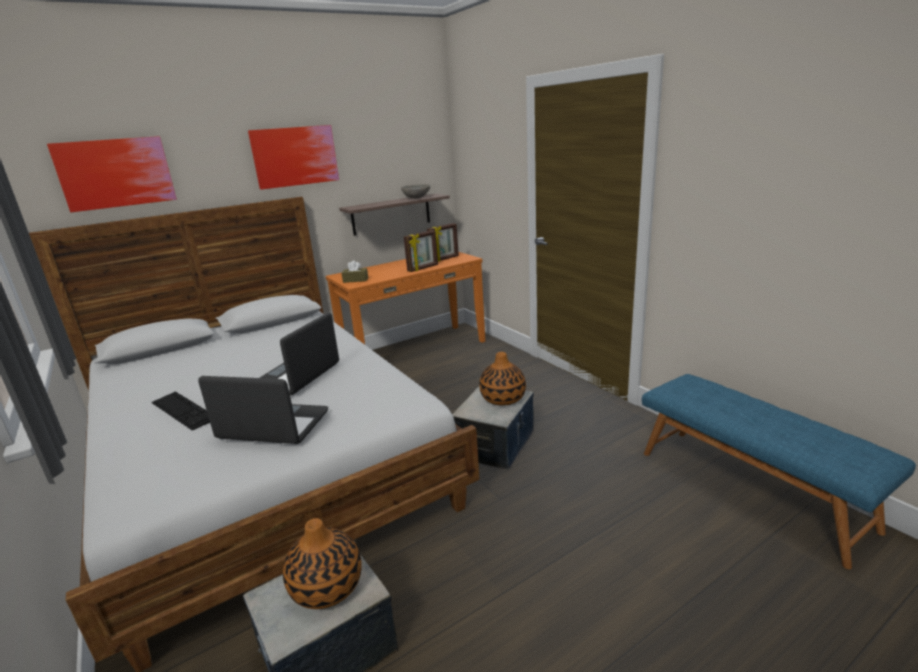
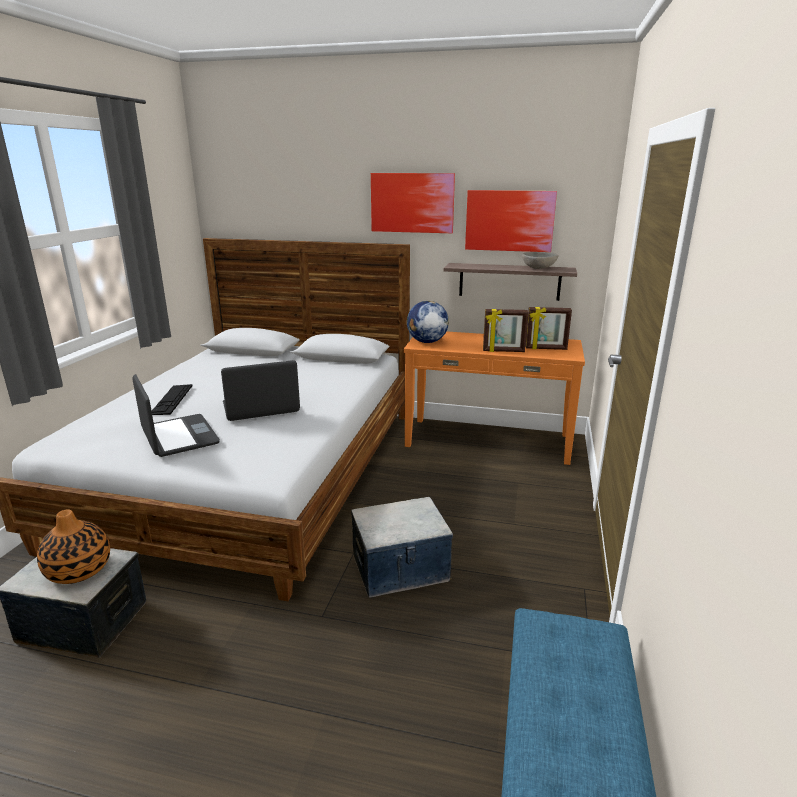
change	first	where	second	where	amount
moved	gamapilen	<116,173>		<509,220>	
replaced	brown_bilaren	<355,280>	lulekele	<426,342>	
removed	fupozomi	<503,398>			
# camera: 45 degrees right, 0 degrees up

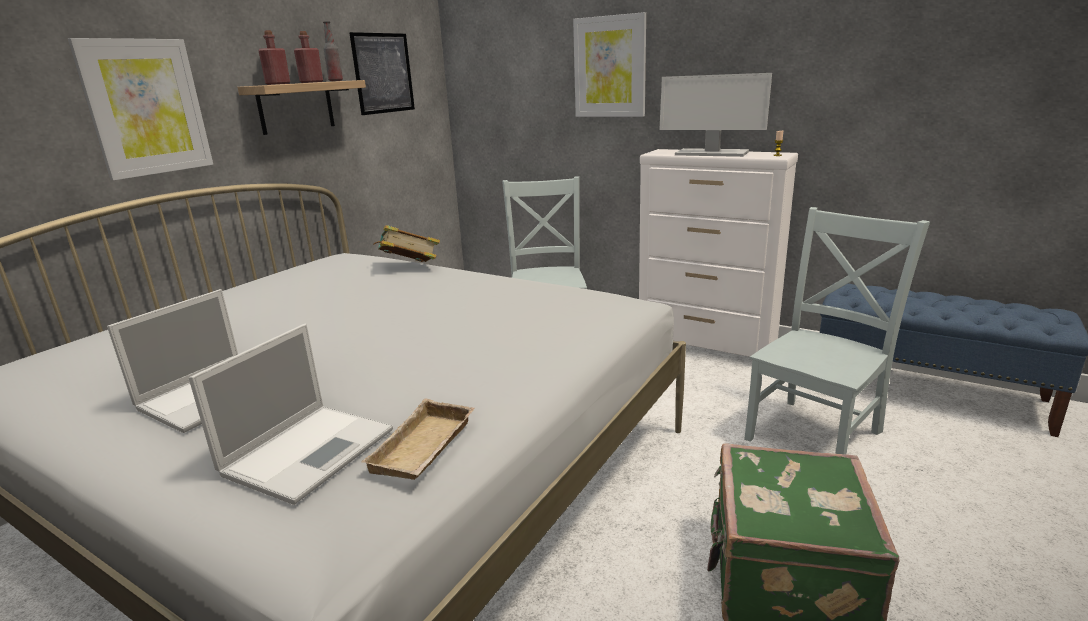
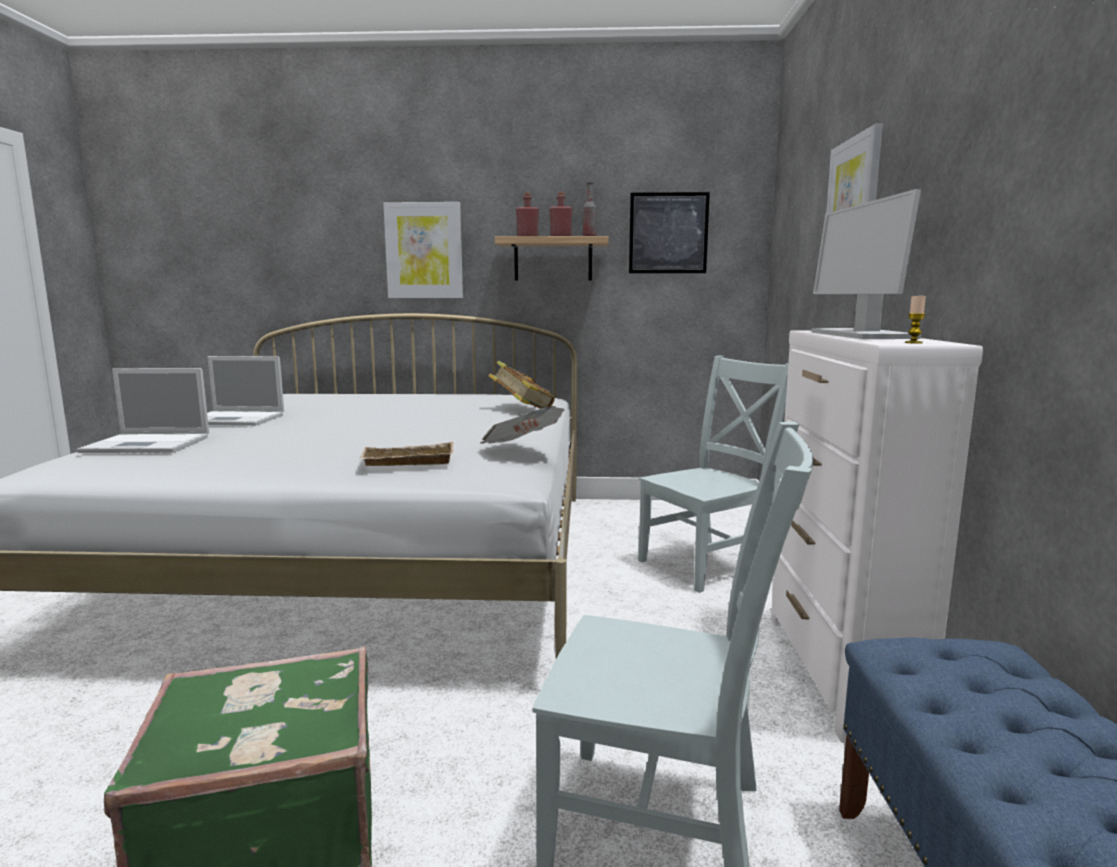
change	first	where	second	where	amount
moved	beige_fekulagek	<425,448>		<407,462>	
added			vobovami	<522,449>	
# camera: 60 degrees right, 10 degrees down

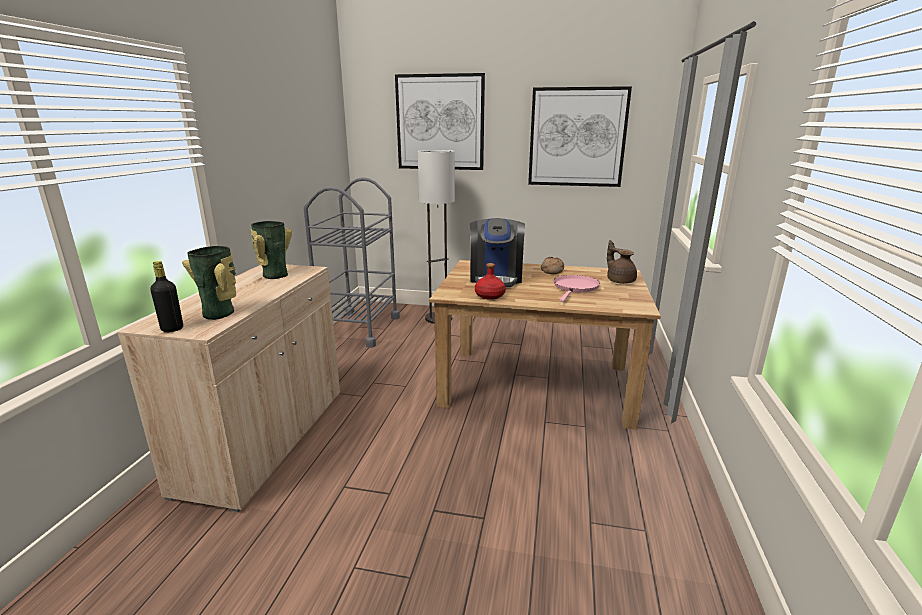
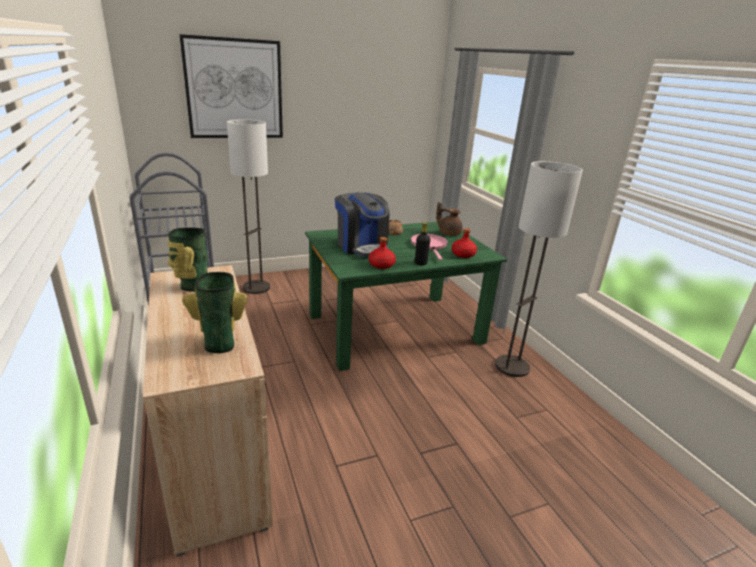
change	first	where	second	where	amount
moved	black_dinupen	<172,329>		<420,263>	
recoloured	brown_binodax	<538,384>	green_binodax	<395,328>	
removed	gamapilen	<577,137>			
added			red_dinupen	<463,254>	
added			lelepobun	<512,367>	
# camera: 35 degrees left, 5 degrees up

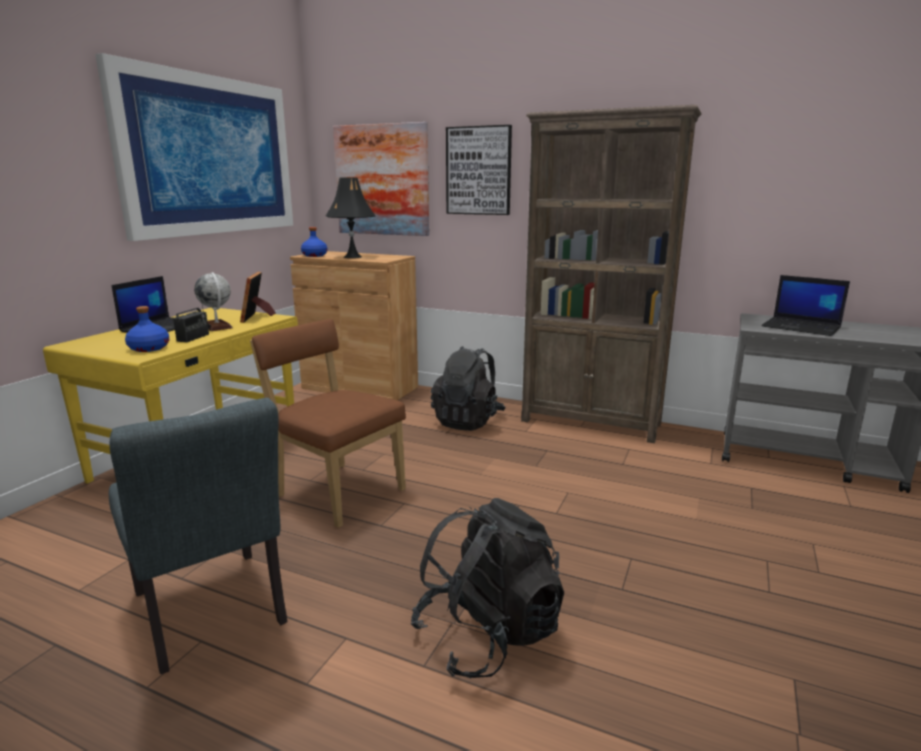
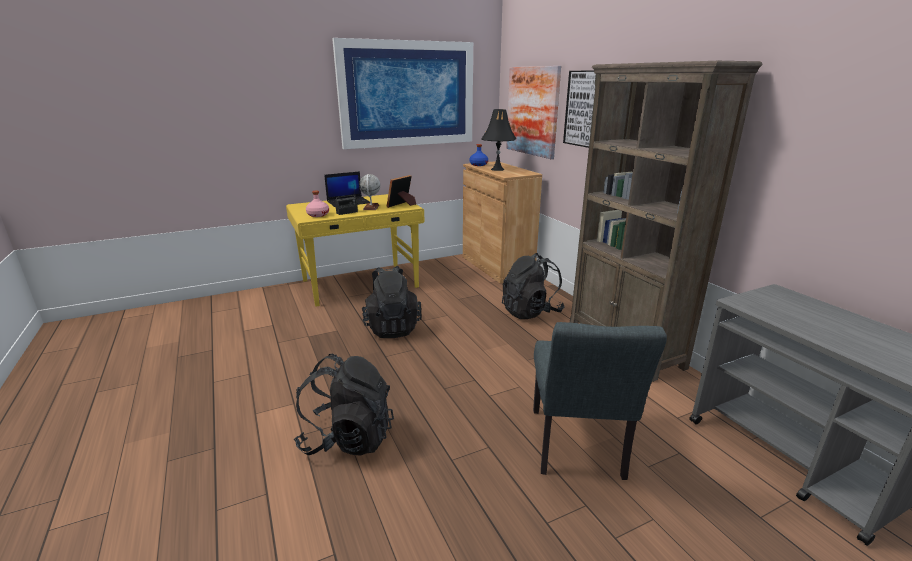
change	first	where	second	where	amount
moved	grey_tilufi	<213,615>		<577,449>	
recoloured	blue_dinupen	<148,348>	pink_dinupen	<318,215>	
replaced	brown_tilufi	<337,491>	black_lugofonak	<392,328>	
removed	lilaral	<802,327>			
# camera: 40 degrees right, 5 degrees up

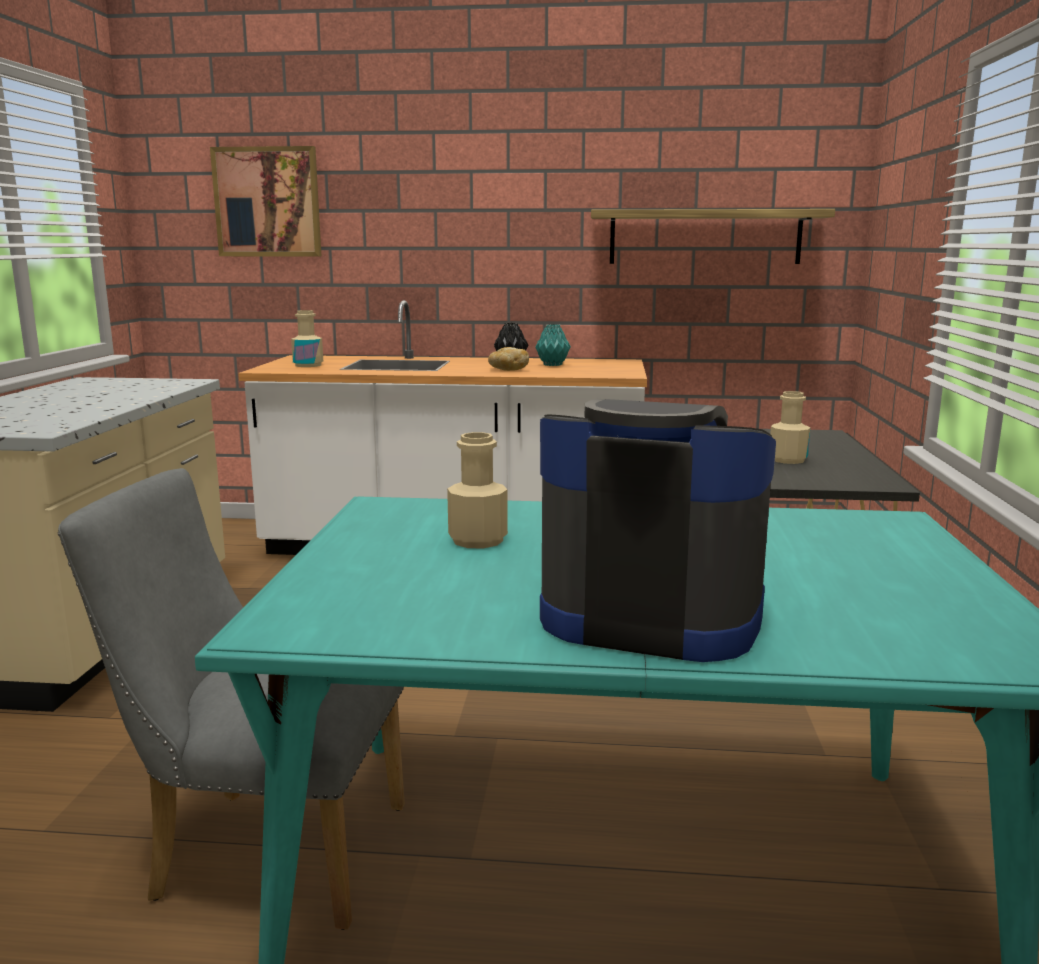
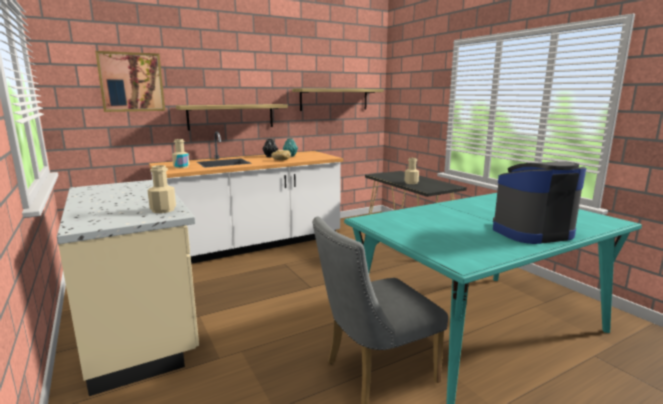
change	first	where	second	where	amount
moved	beige_dinupen	<477,540>		<163,210>	
added			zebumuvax	<231,116>	
# camera: 35 degrees left, 0 degrees up

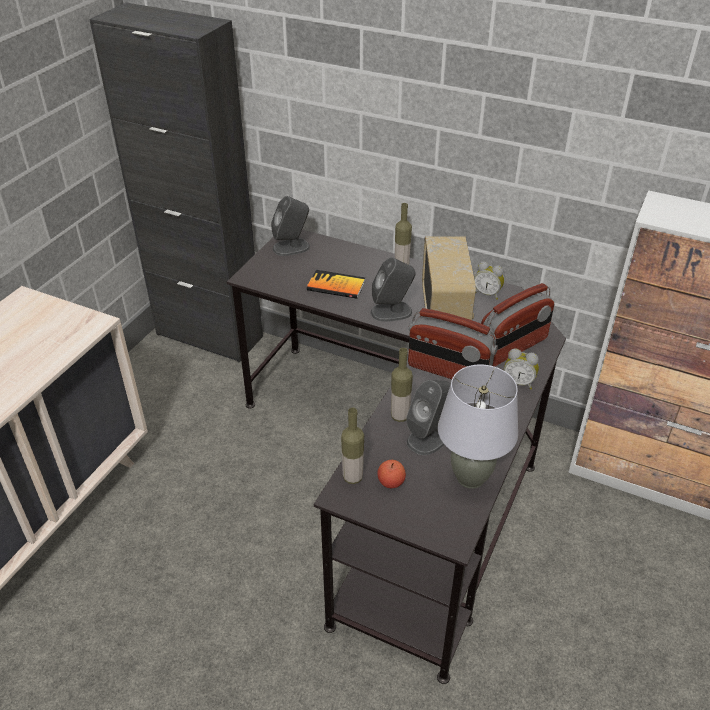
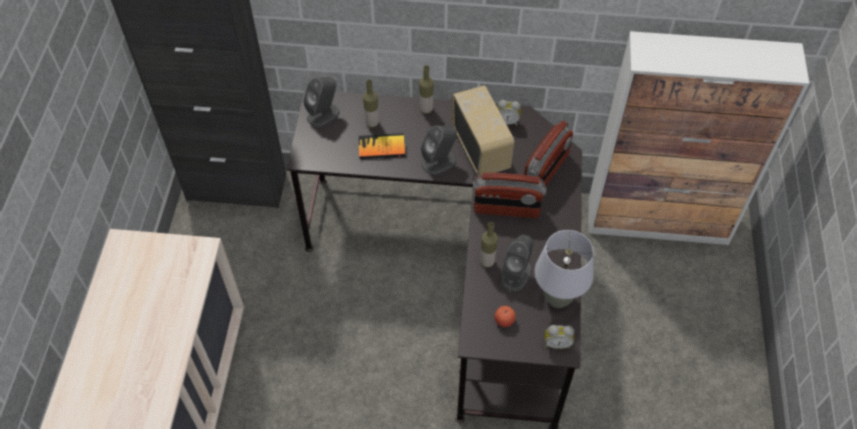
change	first	where	second	where	amount
moved	dinupen	<352,477>		<372,123>	
moved	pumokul	<518,382>		<557,343>	
# camera: 20 degrees left, 15 degrees up

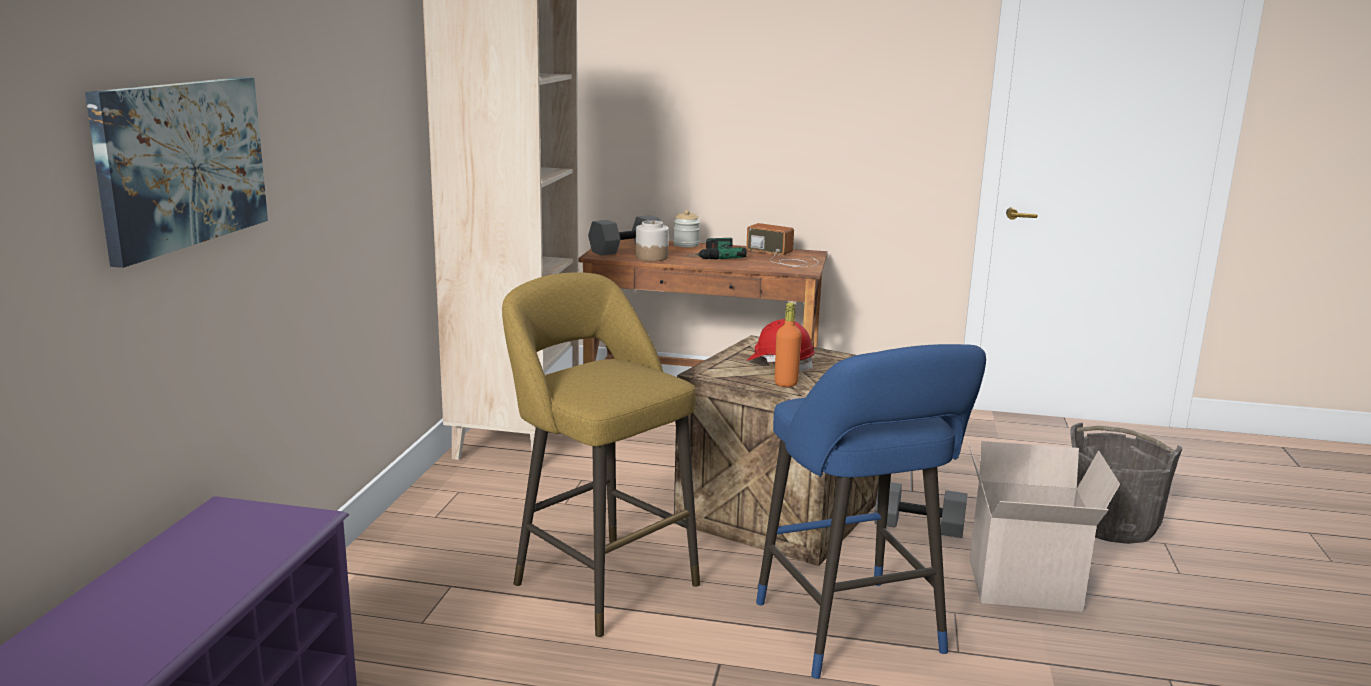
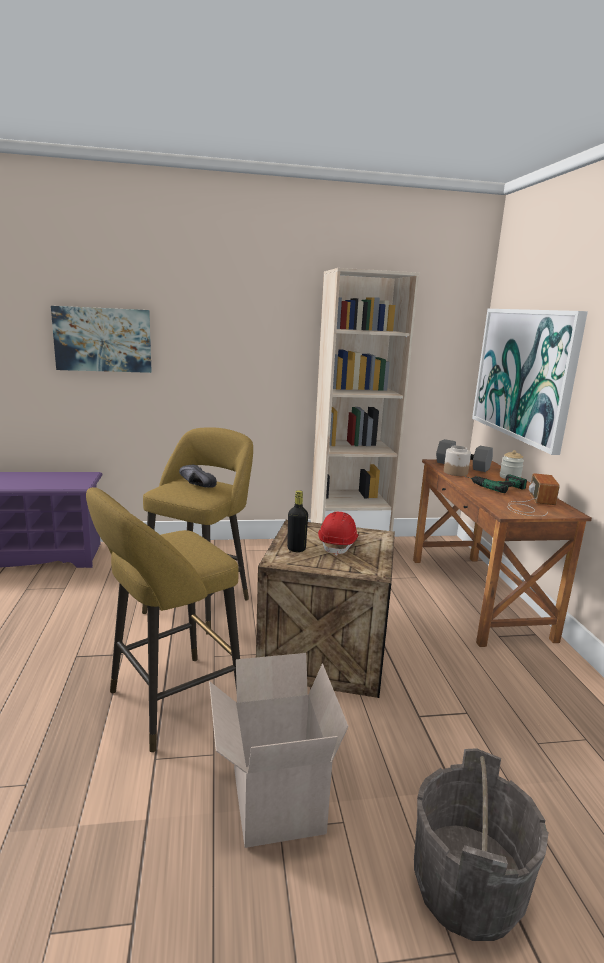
change	first	where	second	where	amount
recoloured	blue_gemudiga	<854,633>	yellow_gemudiga	<168,703>	
recoloured	orange_dinupen	<786,383>	black_dinupen	<296,549>	
removed	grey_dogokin	<919,526>			
added			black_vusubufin	<194,485>	
added			gamapilen	<523,374>	
# camera: 70 degrees right, 0 degrees up

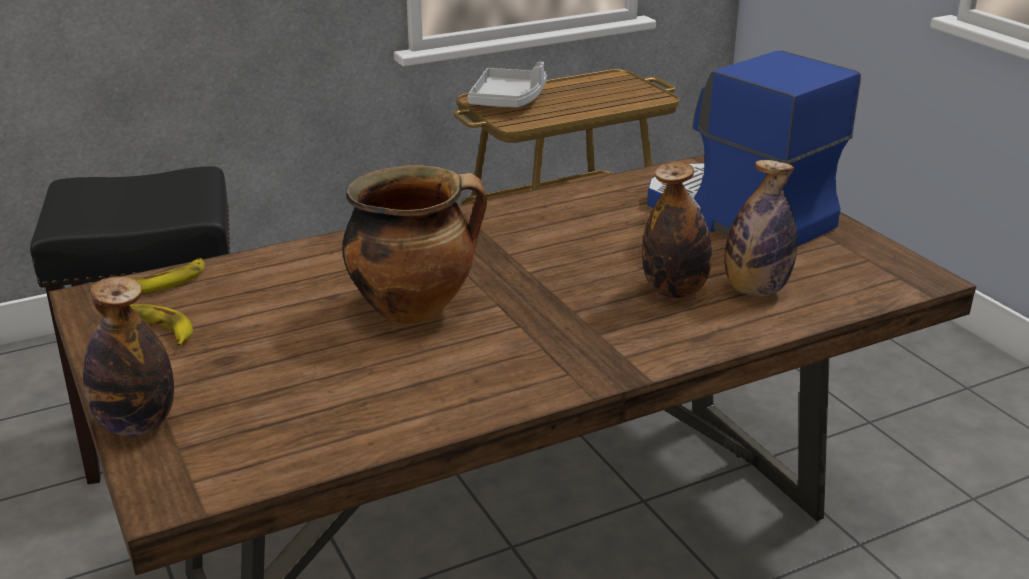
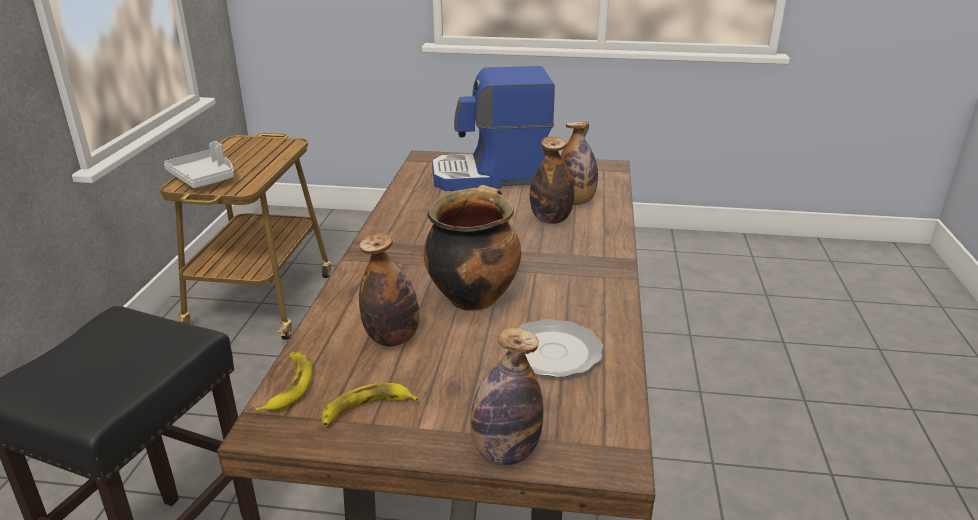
change	first	where	second	where	amount
added			dinupen	<392,338>	
added			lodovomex	<555,351>	
# camera: 55 degrees left, 0 degrees up

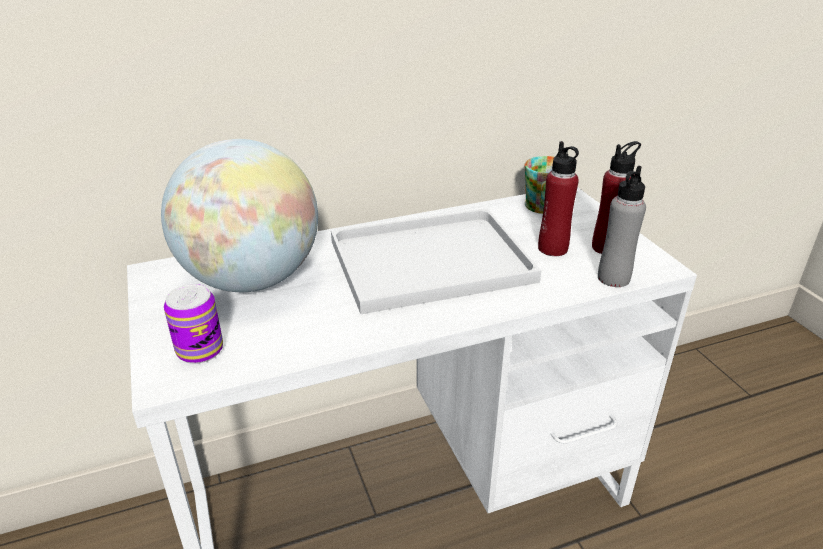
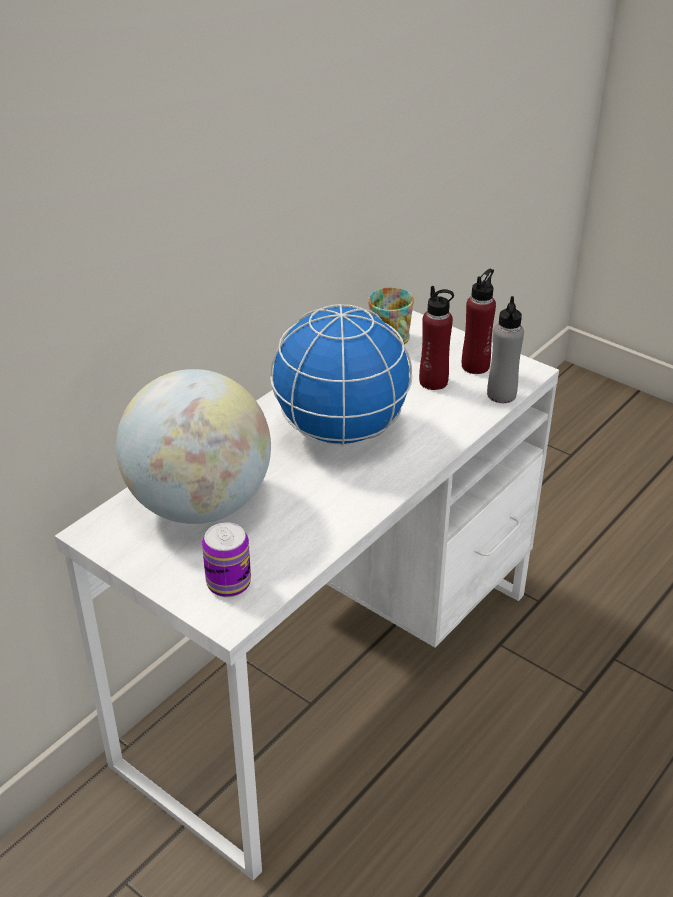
change	first	where	second	where	amount
replaced	white_fekulagek	<427,263>	lulekele	<341,432>	
# camera: 30 degrees left, 5 degrees up

